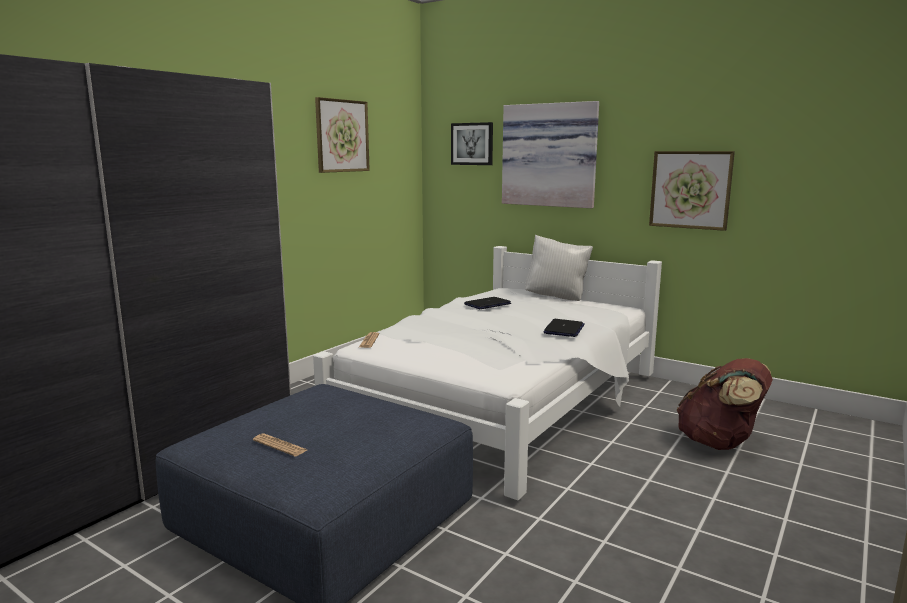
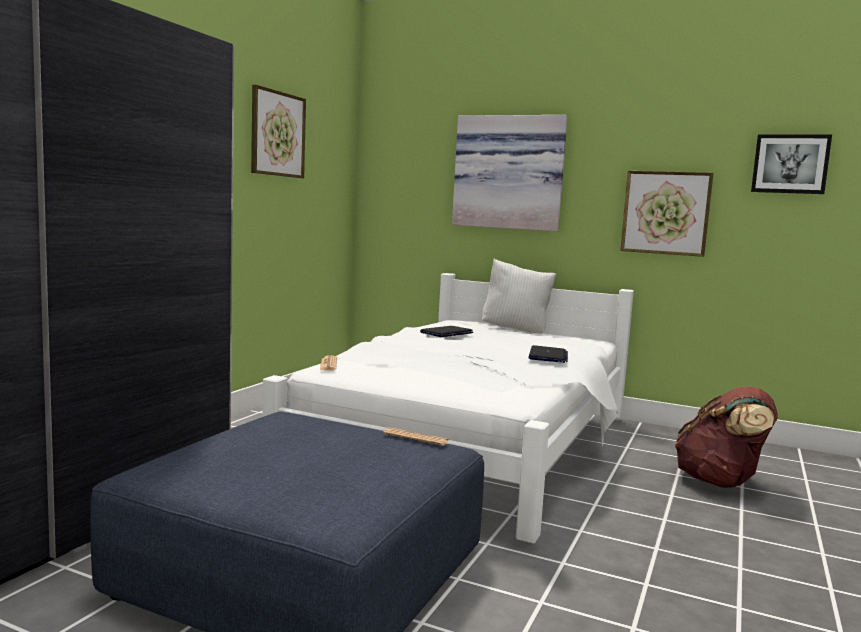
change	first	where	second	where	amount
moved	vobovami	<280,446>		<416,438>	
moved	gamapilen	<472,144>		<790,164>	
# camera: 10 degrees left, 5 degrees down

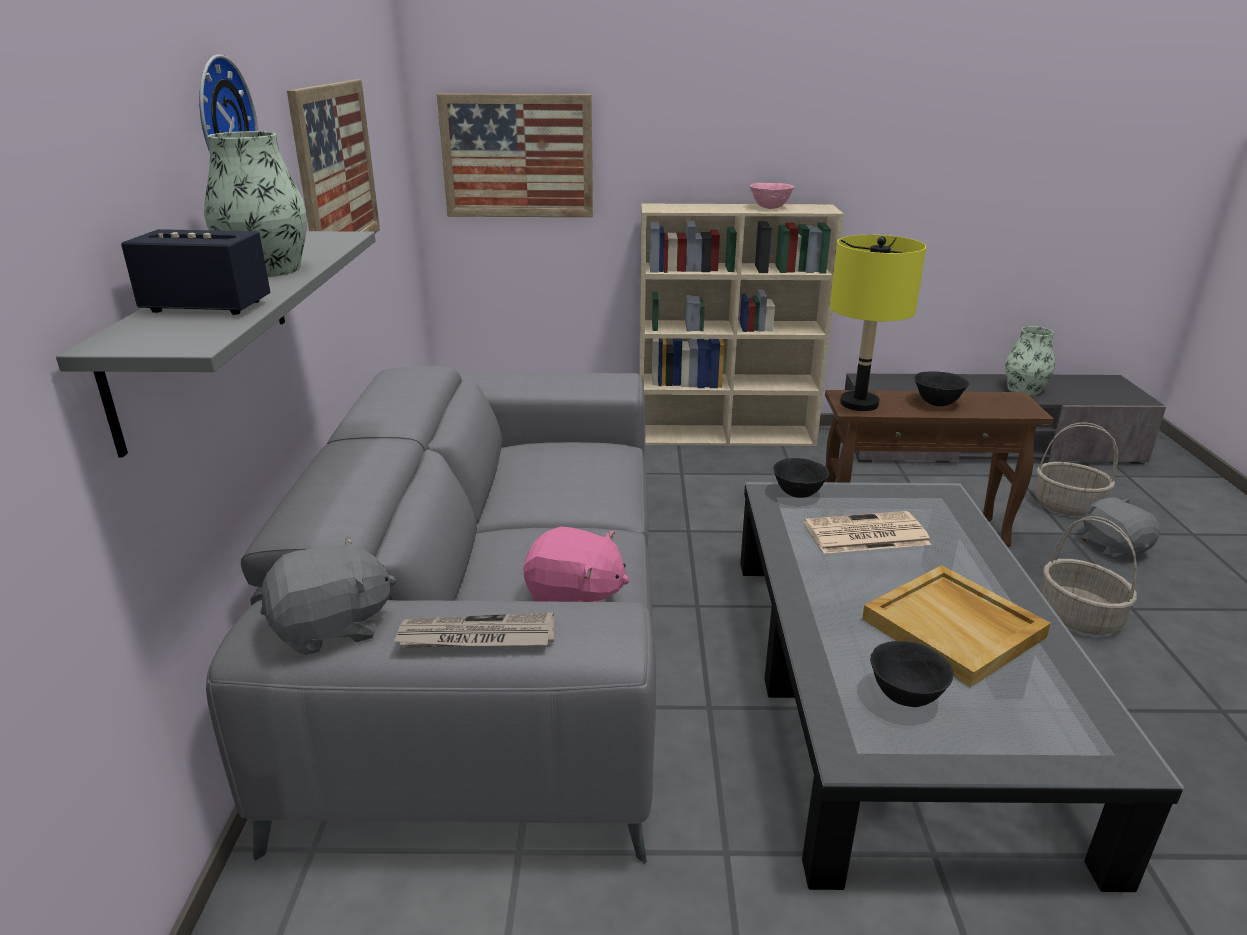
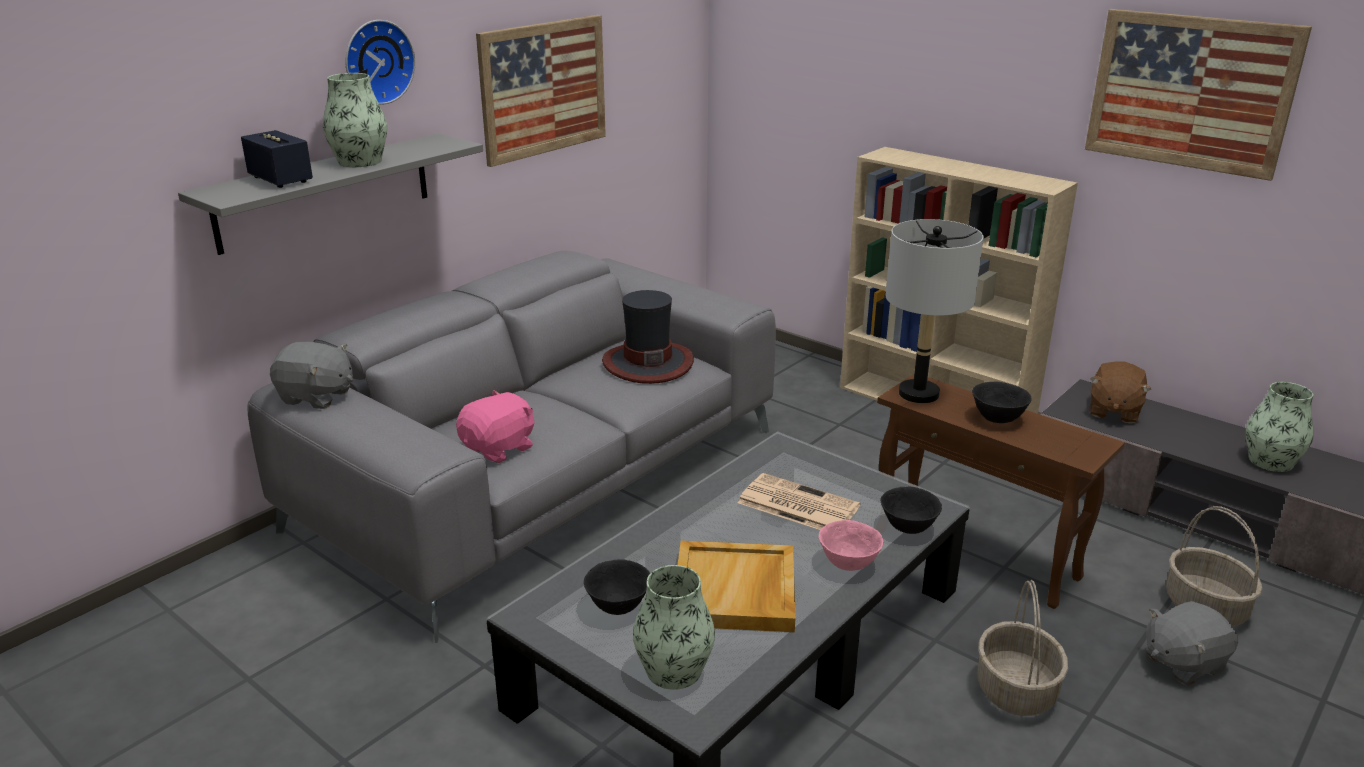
change	first	where	second	where	amount
removed	vobovami	<476,637>			
moved	gamapilen	<517,156>		<1190,92>	
turned	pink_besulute	<575,598>		<499,448>	105 degrees counterclockwise
moved	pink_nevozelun	<769,208>		<848,564>	
moved	black_nevozelun	<798,494>		<908,528>	
recoloured	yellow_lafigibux	<859,404>	grey_lafigibux	<918,394>	
turned	grey_besulute	<1113,547>		<1182,662>	135 degrees counterclockwise
added			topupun	<647,363>	
added			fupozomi	<673,670>	
added			brown_besulute	<1113,411>	
# camera: 40 degrees right, 0 degrees up

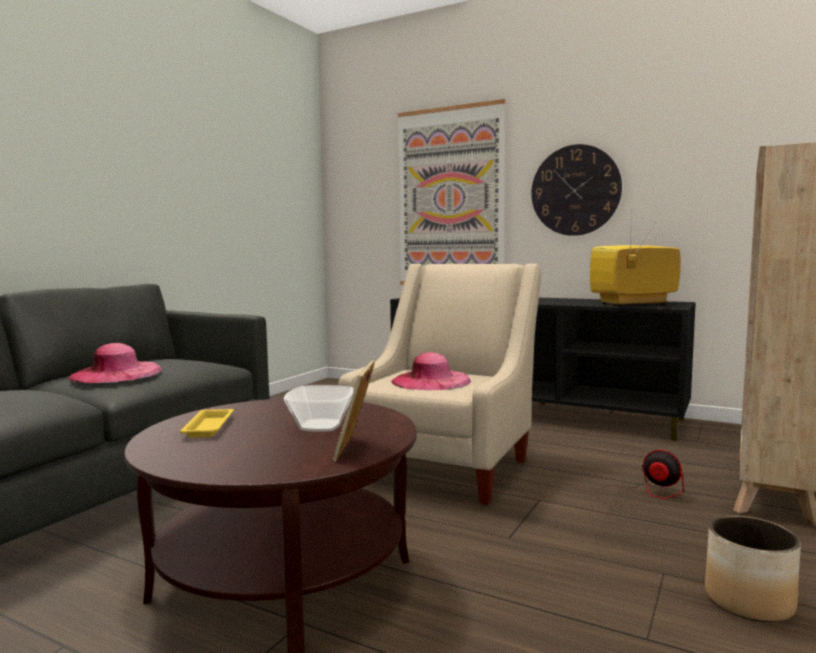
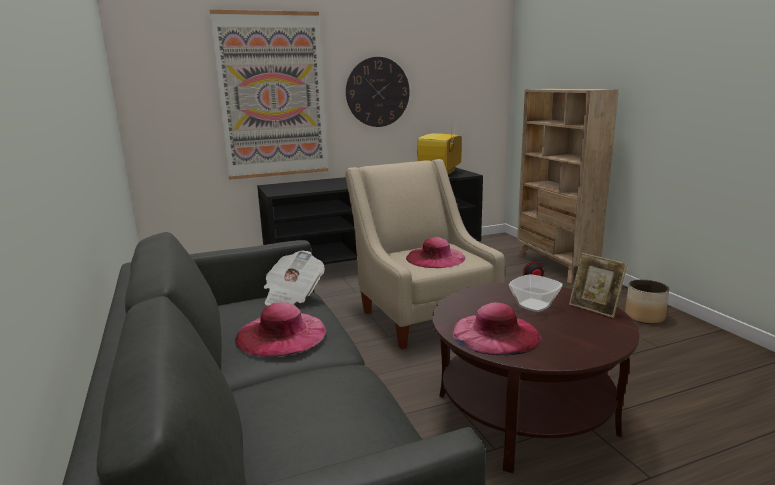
change	first	where	second	where	amount
replaced	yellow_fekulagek	<209,427>	pink_topupun	<495,334>	
added			vobovami	<292,295>	
# camera: 50 degrees left, 10 degrees up

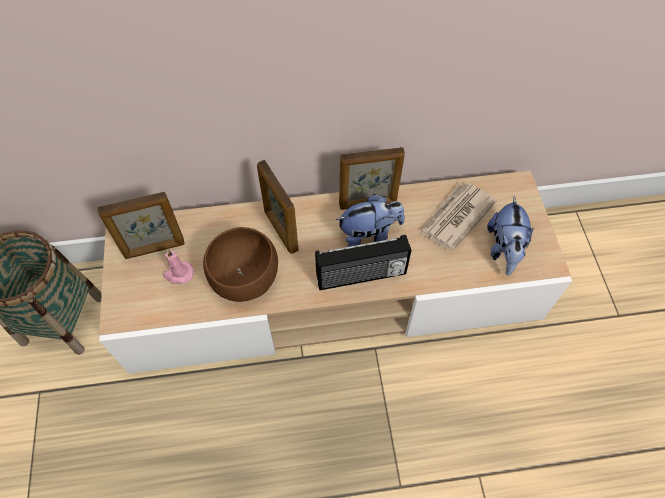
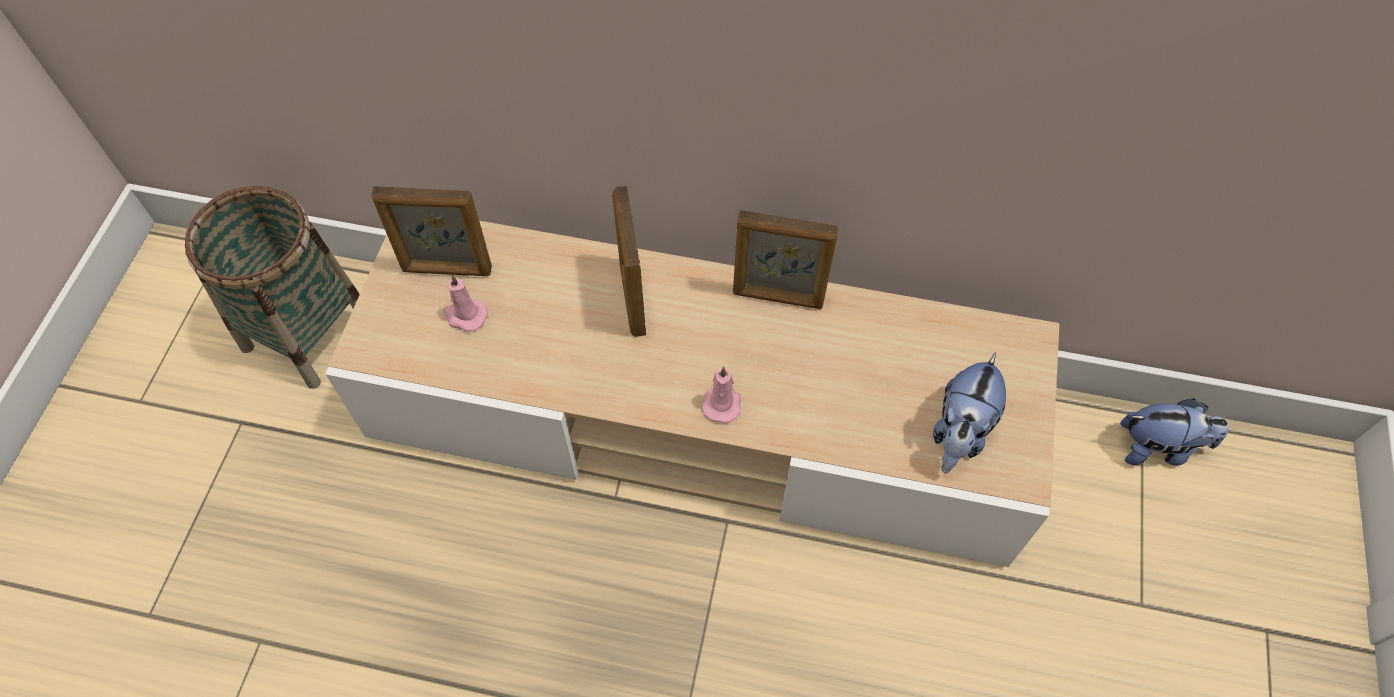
change	first	where	second	where	amount
removed	brown_nevozelun	<244,279>			
replaced	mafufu	<361,276>	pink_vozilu	<722,402>	
moved	besulute	<369,235>		<1158,447>	
removed	vobovami	<455,217>			
# camera: 20 degrees right, 0 degrees up

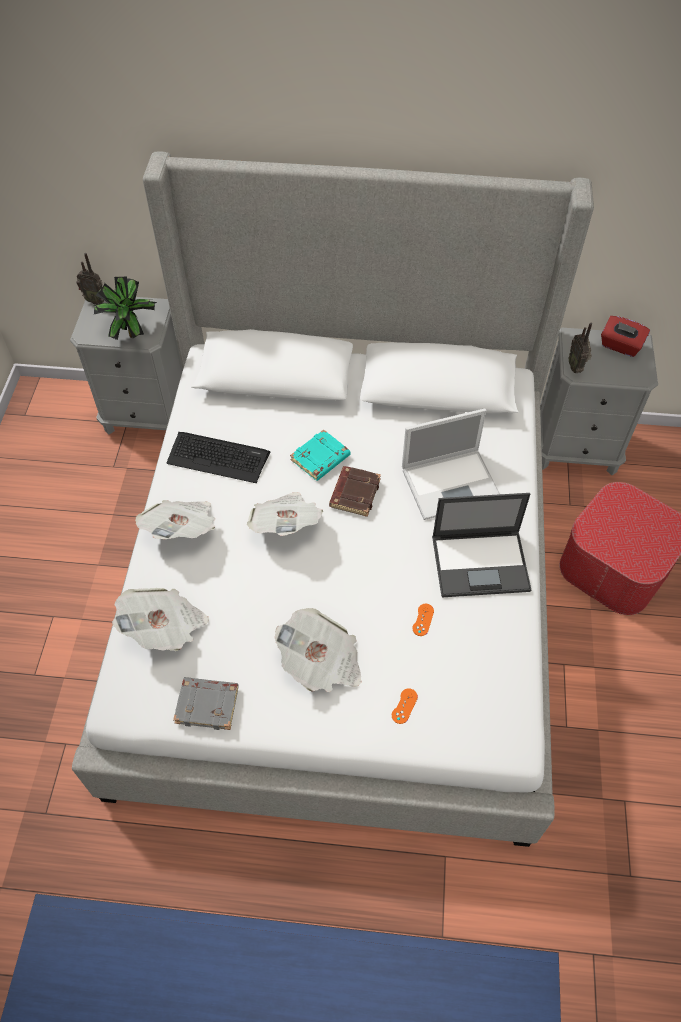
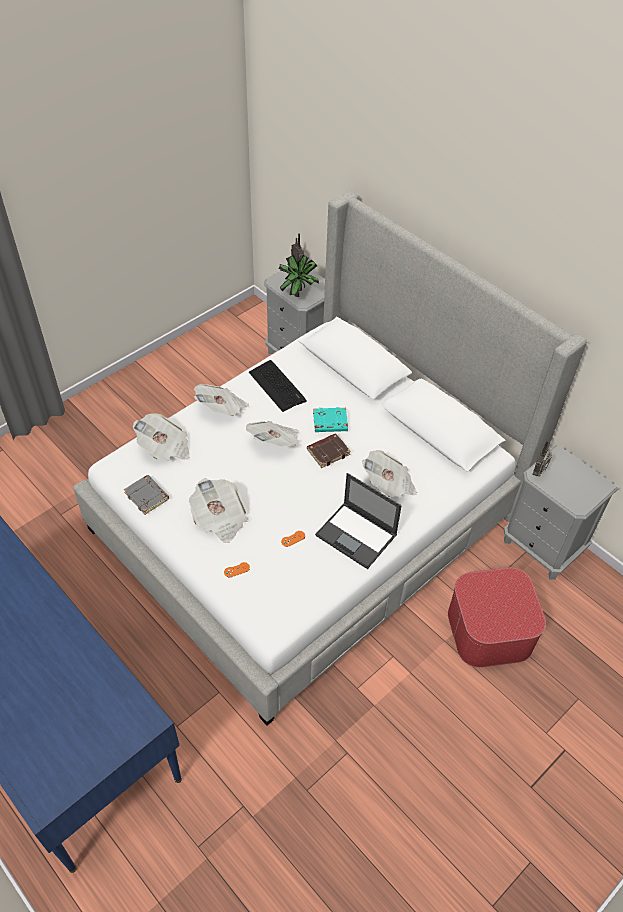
change	first	where	second	where	amount
replaced	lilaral	<452,483>	vobovami	<389,485>	
removed	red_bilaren	<620,346>			
# camera: 40 degrees right, 5 degrees down

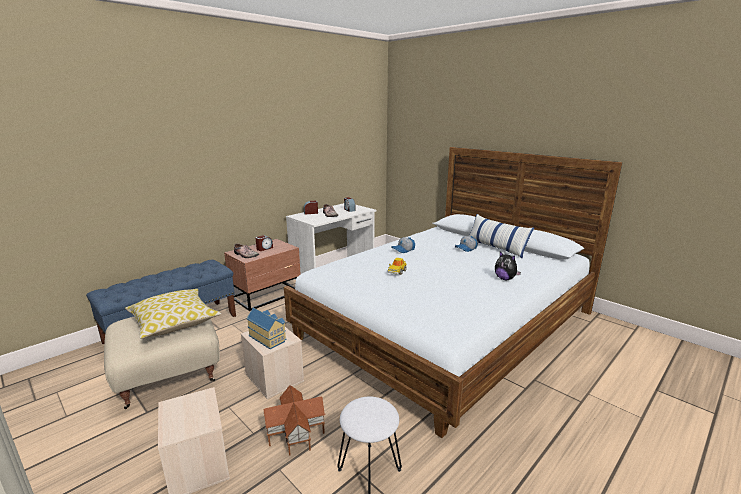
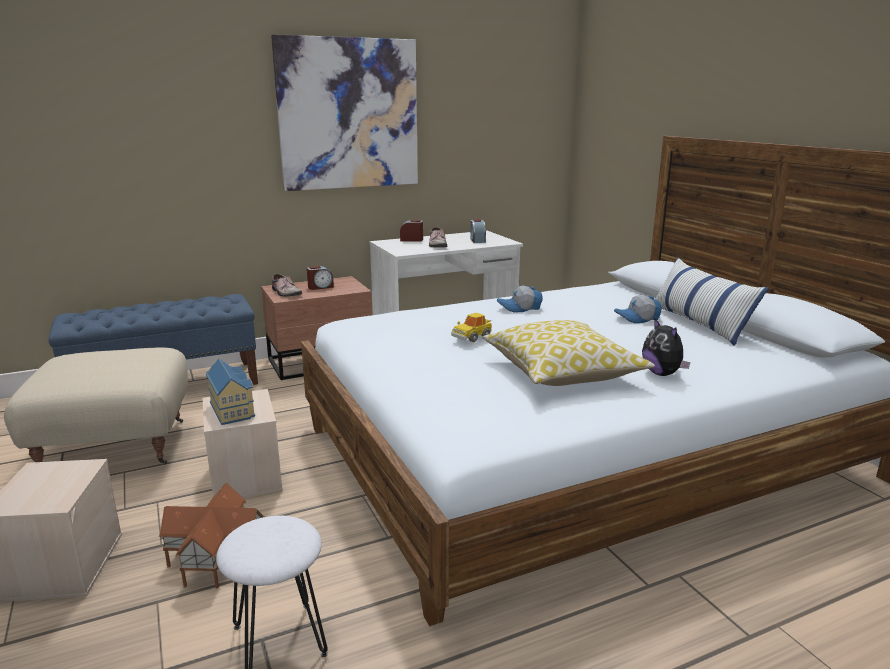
change	first	where	second	where	amount
moved	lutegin	<174,323>		<562,372>	
added			gamapilen	<349,114>	
# camera: 20 degrees right, 0 degrees up

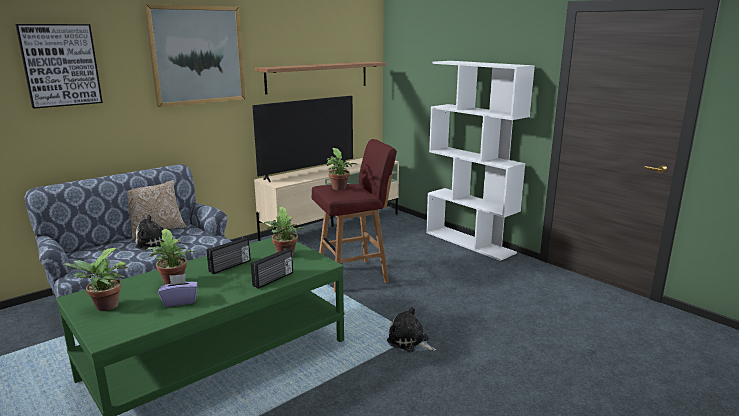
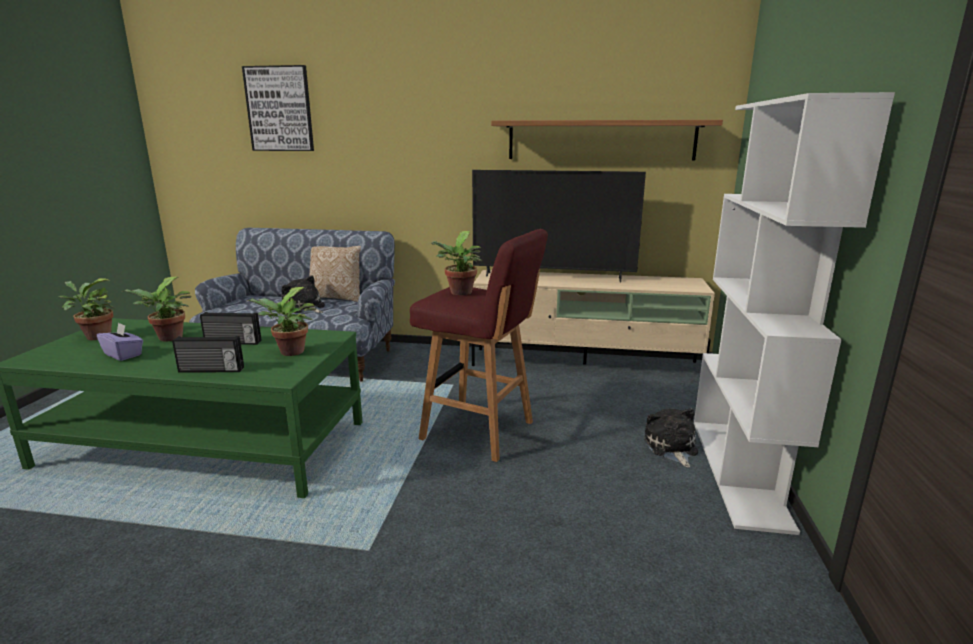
change	first	where	second	where	amount
removed	gamapilen	<197,55>			
moved	besulute	<410,342>		<671,447>	
# camera: 50 degrees right, 0 degrees up

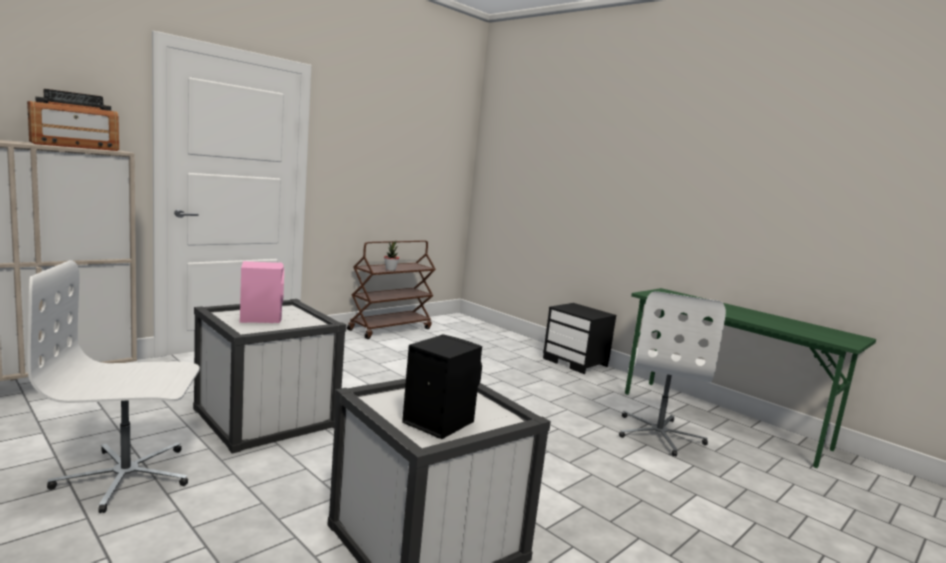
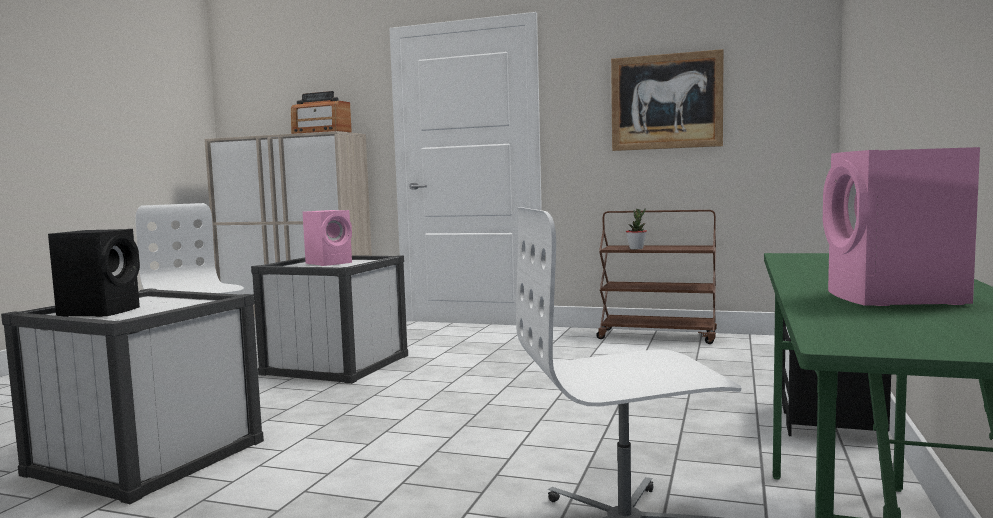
change	first	where	second	where	amount
added			gamapilen	<666,102>	
added			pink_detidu	<895,299>	
# camera: 65 degrees right, 5 degrees down

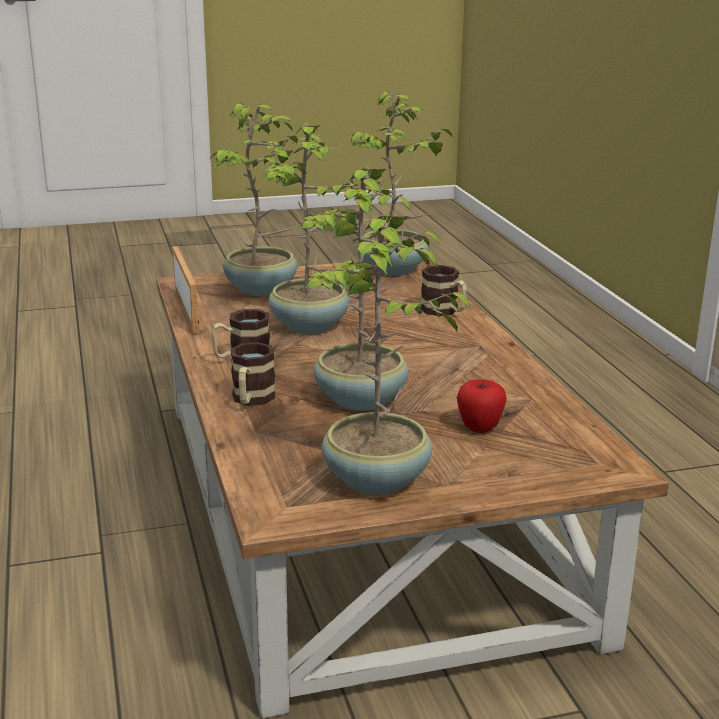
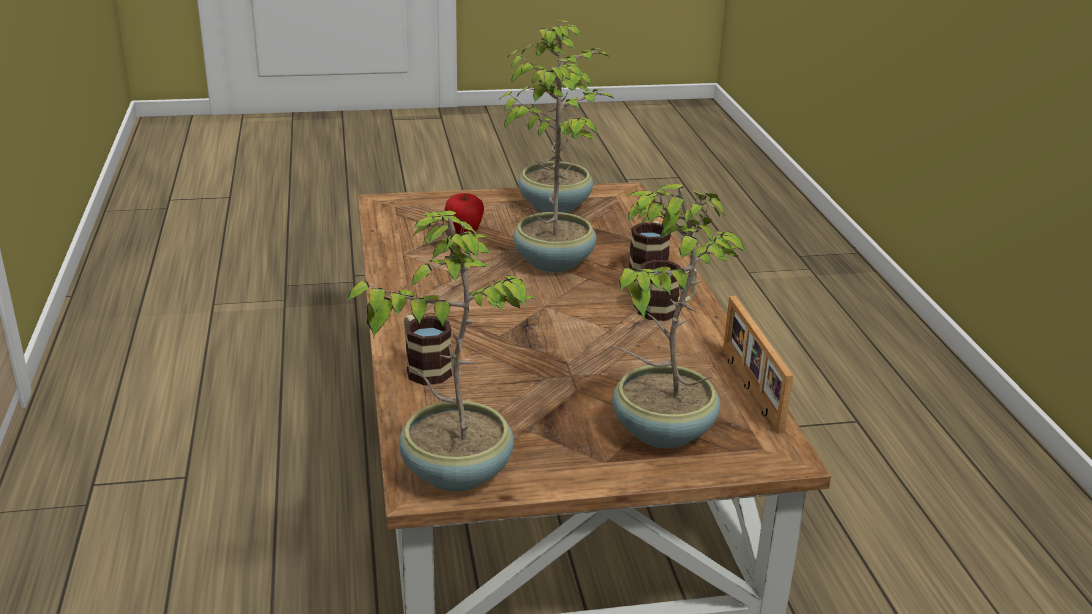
change	first	where	second	where	amount
removed	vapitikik	<309,326>			
# camera: 175 degrees left, 5 degrees up

